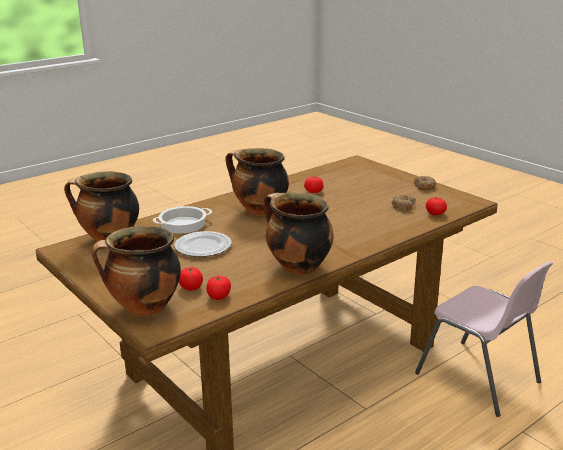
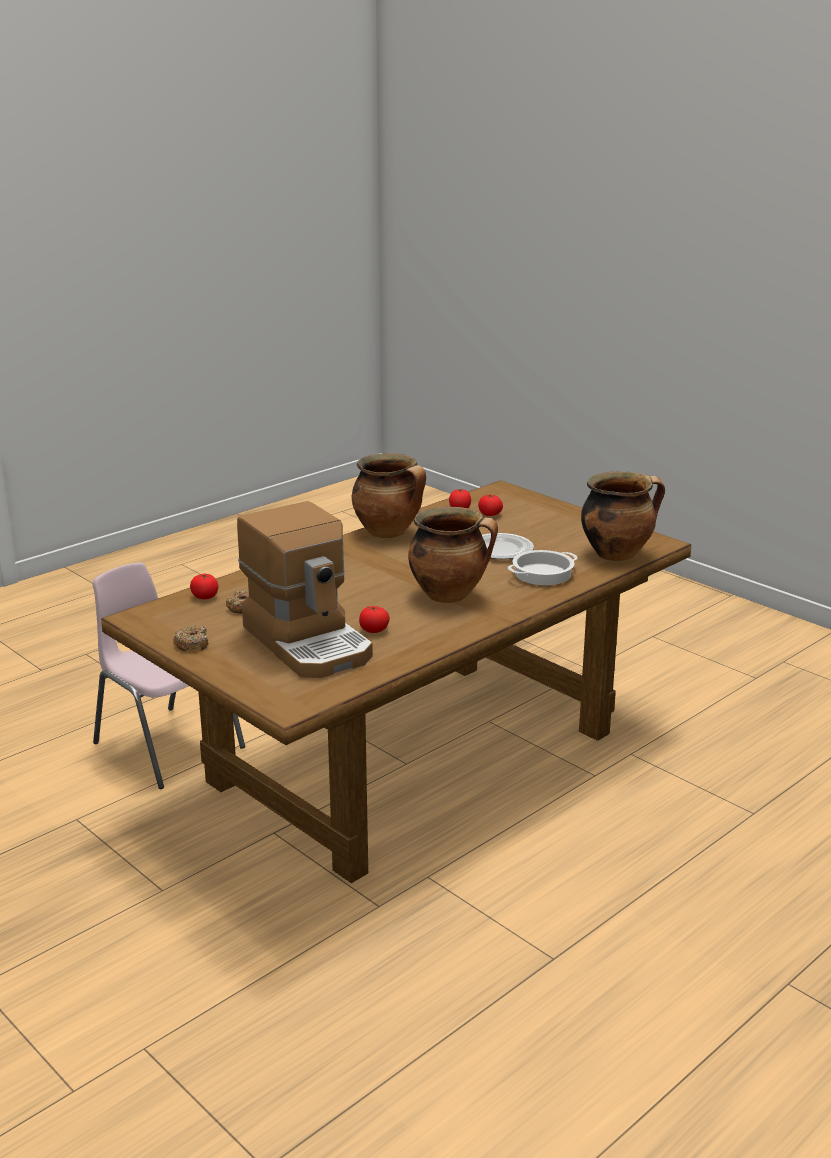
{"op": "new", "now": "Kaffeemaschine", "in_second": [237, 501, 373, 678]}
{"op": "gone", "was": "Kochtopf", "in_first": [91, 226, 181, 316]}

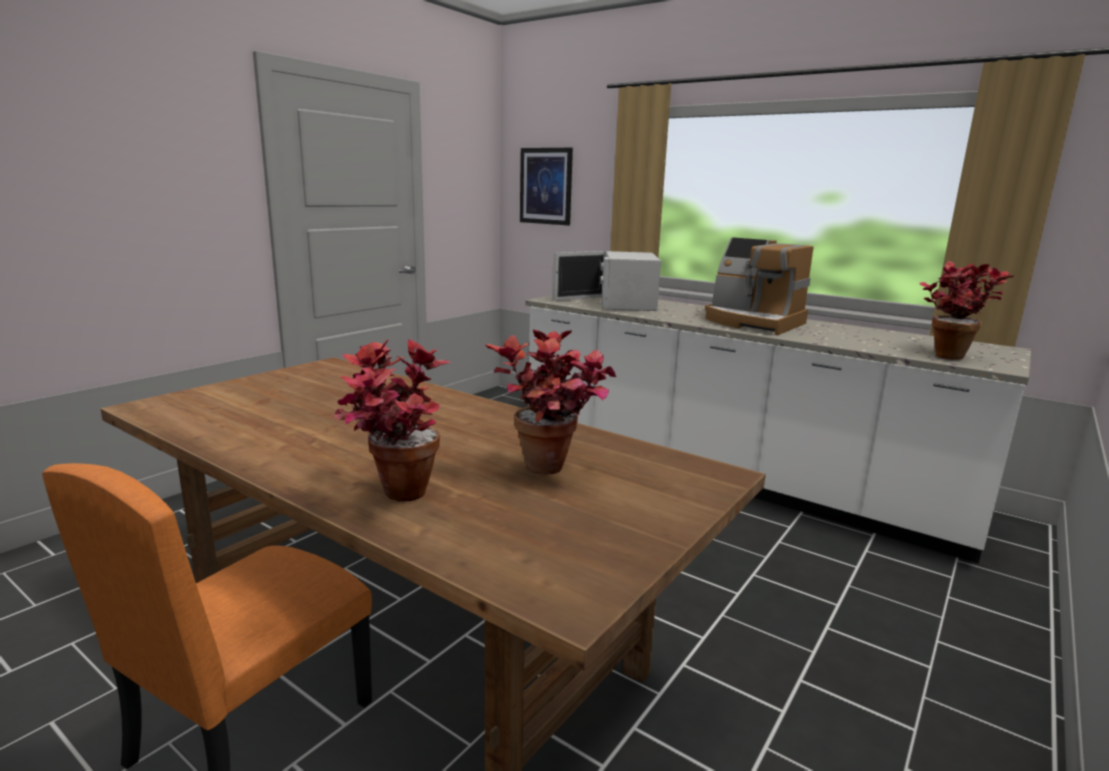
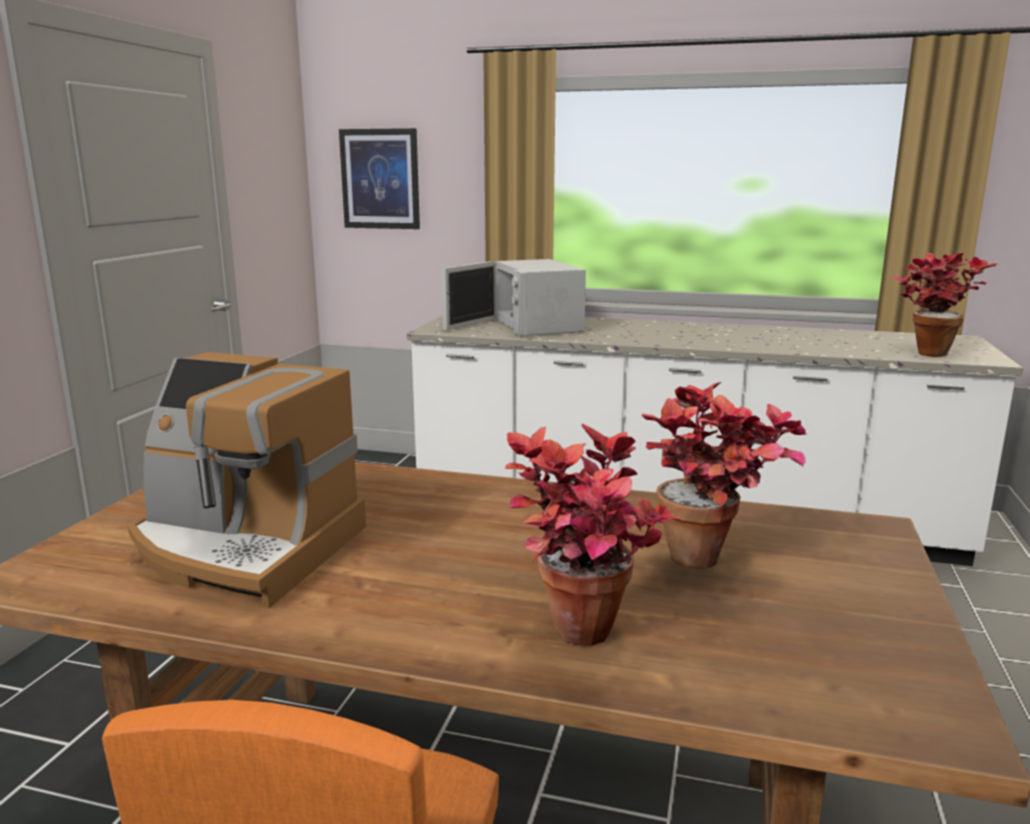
{"op": "shifted", "was": "Kaffeemaschine", "in_first": [705, 237, 814, 335], "in_second": [128, 352, 366, 608]}

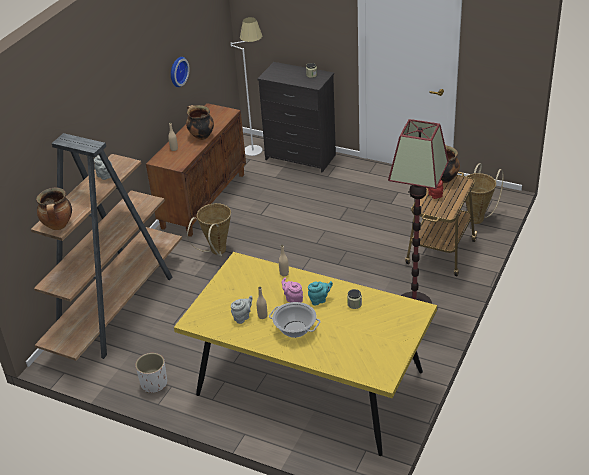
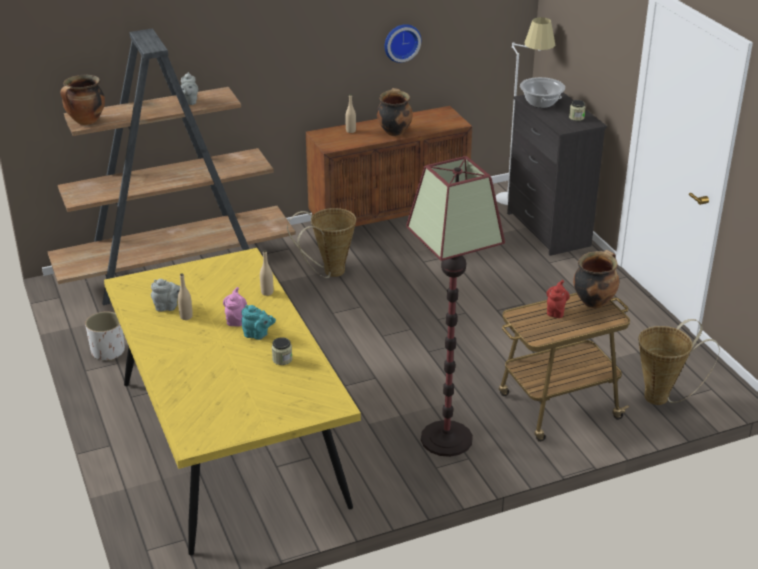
{"op": "shifted", "was": "Kochtopf", "in_first": [269, 302, 320, 338], "in_second": [520, 77, 565, 108]}

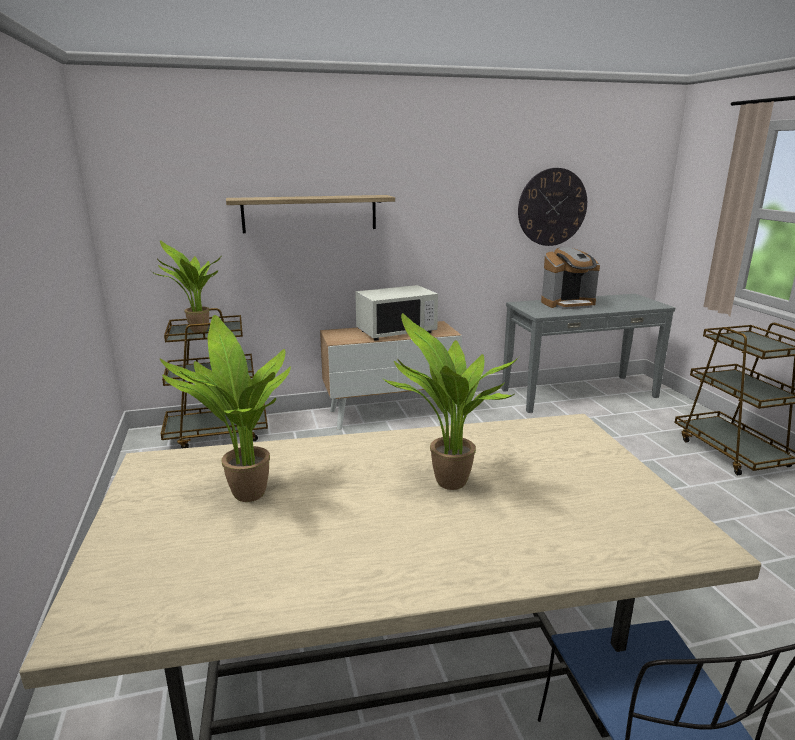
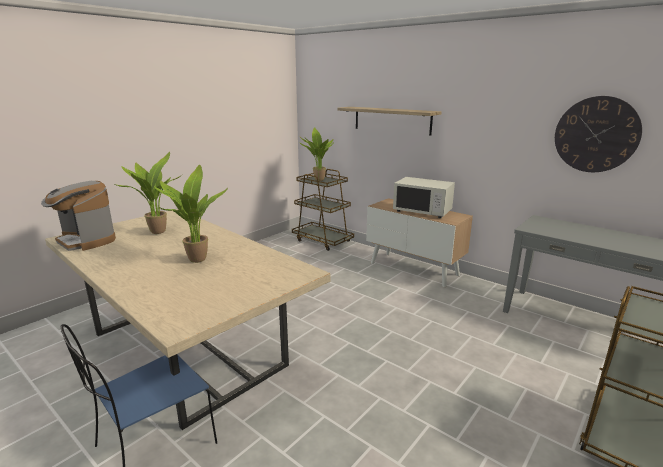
{"op": "shifted", "was": "Kaffeemaschine", "in_first": [541, 247, 600, 310], "in_second": [41, 181, 116, 251]}

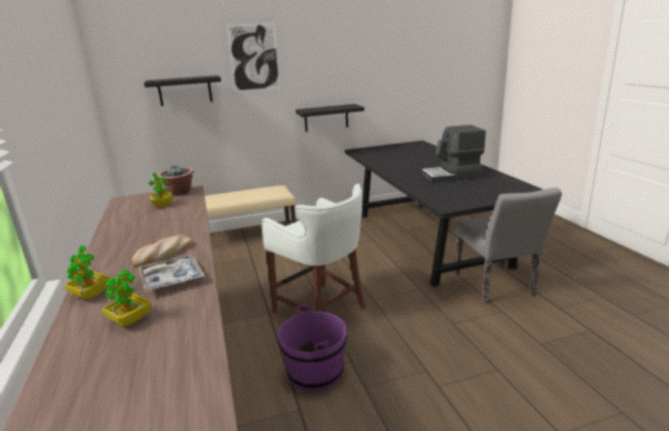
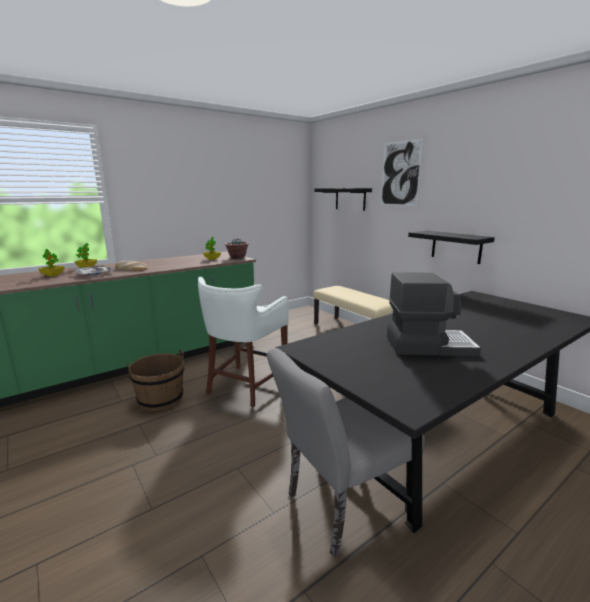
{"op": "repainted", "was": "Eimer/lila", "now": "Eimer/braun", "in_first": [278, 304, 347, 391], "in_second": [126, 350, 184, 411]}
{"op": "rotated", "was": "Kaffeemaschine", "in_first": [421, 125, 486, 183], "in_second": [387, 272, 481, 356], "clockwise": 120}

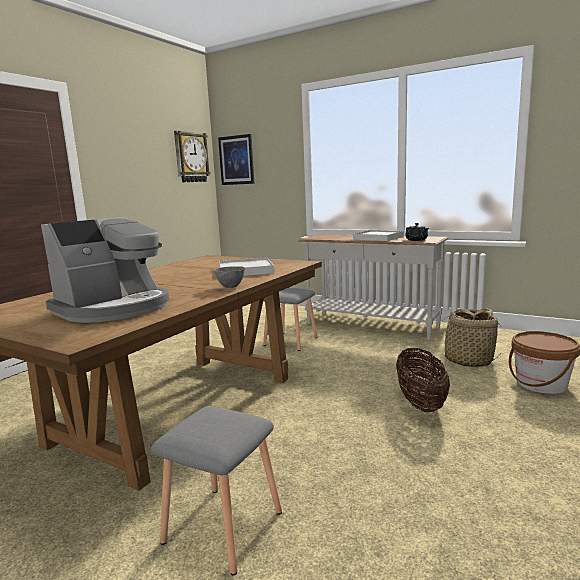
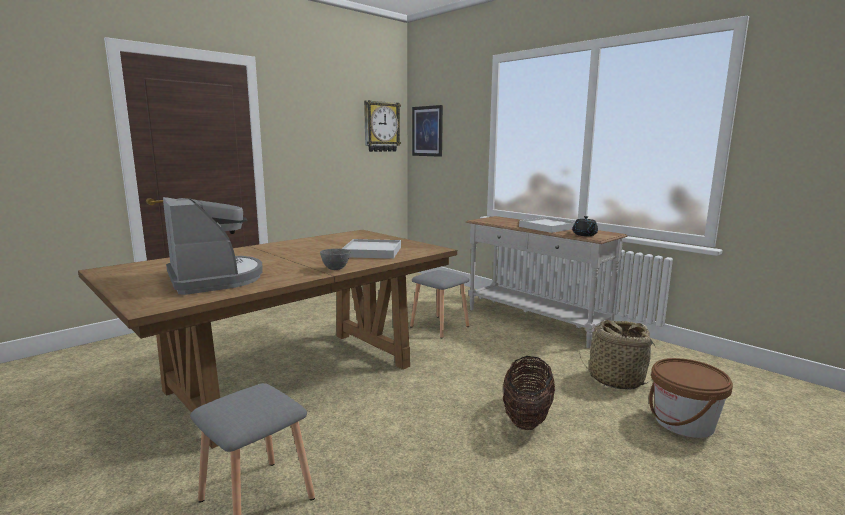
{"op": "rotated", "was": "Kaffeemaschine", "in_first": [41, 217, 169, 323], "in_second": [163, 197, 263, 295], "clockwise": -90}

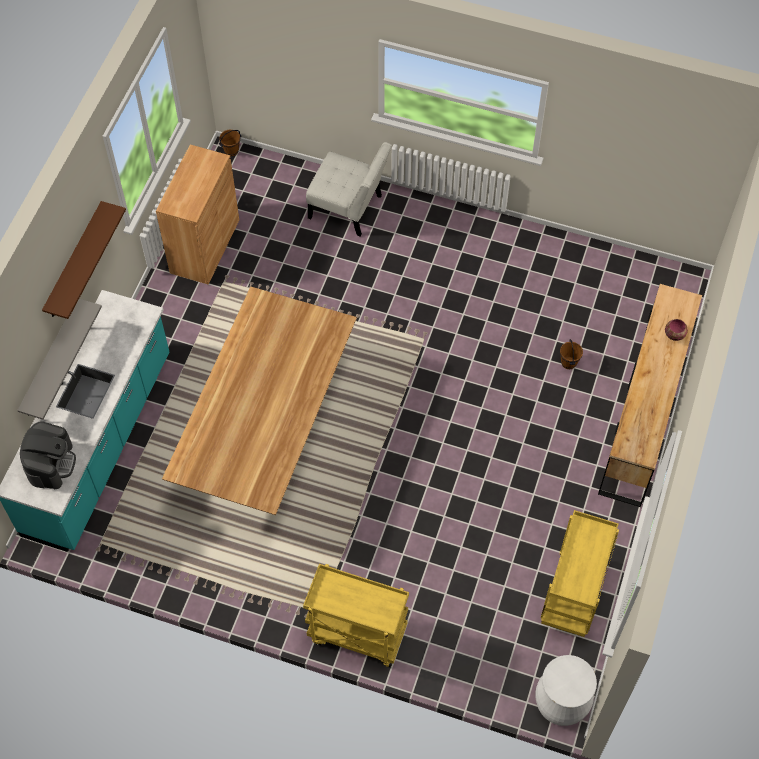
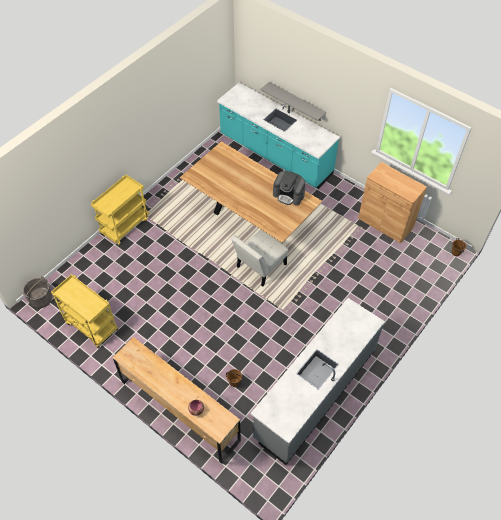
{"op": "swapped", "was": "Hocker/weiß", "now": "Eimer/grau", "in_first": [535, 655, 597, 726], "in_second": [23, 276, 52, 308]}
{"op": "shifted", "was": "Stuhl/weiß", "in_first": [306, 142, 392, 236], "in_second": [231, 230, 288, 287]}
{"op": "new", "now": "Küchenzeile/grau", "in_second": [250, 298, 385, 465]}
{"op": "shifted", "was": "Kaffeemaschine", "in_first": [20, 421, 76, 489], "in_second": [273, 171, 305, 206]}
{"op": "gone", "was": "Wandregal/braun", "in_first": [42, 201, 126, 319]}

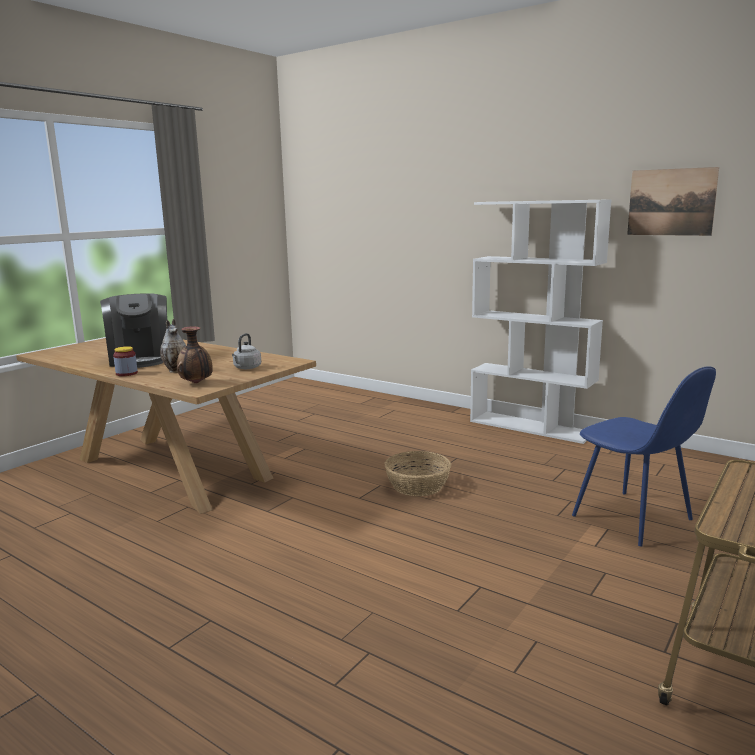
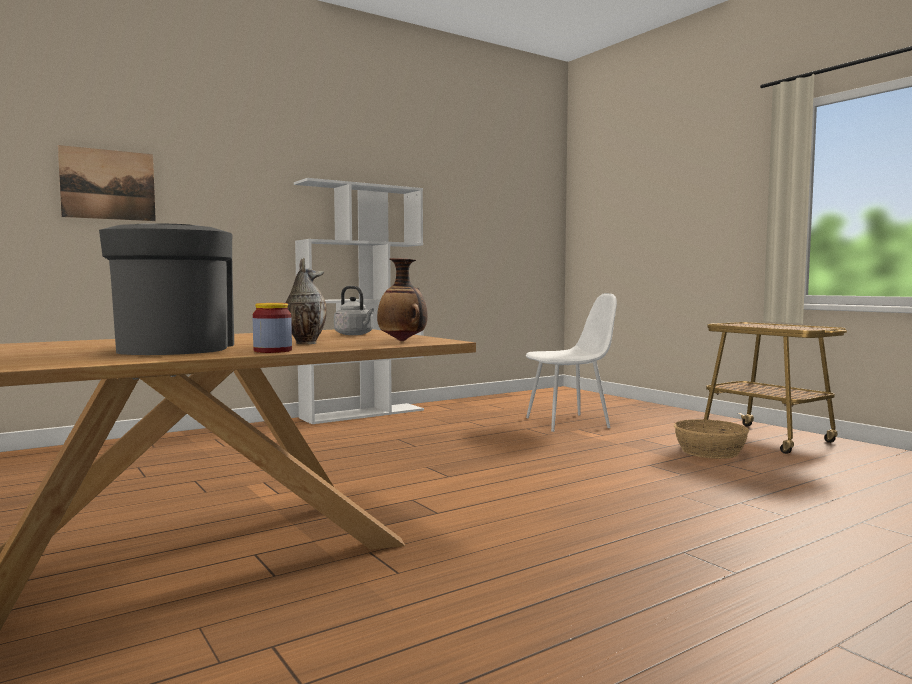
{"op": "shifted", "was": "Bild", "in_first": [627, 167, 719, 236], "in_second": [58, 145, 156, 221]}
{"op": "rotated", "was": "Kaffeemaschine", "in_first": [100, 294, 167, 368], "in_second": [99, 223, 234, 355], "clockwise": -105}
{"op": "repainted", "was": "Stuhl/blau", "now": "Stuhl/weiß", "in_first": [572, 366, 716, 546], "in_second": [526, 293, 617, 432]}
{"op": "shifted", "was": "Korb", "in_first": [384, 451, 451, 496], "in_second": [674, 419, 749, 459]}

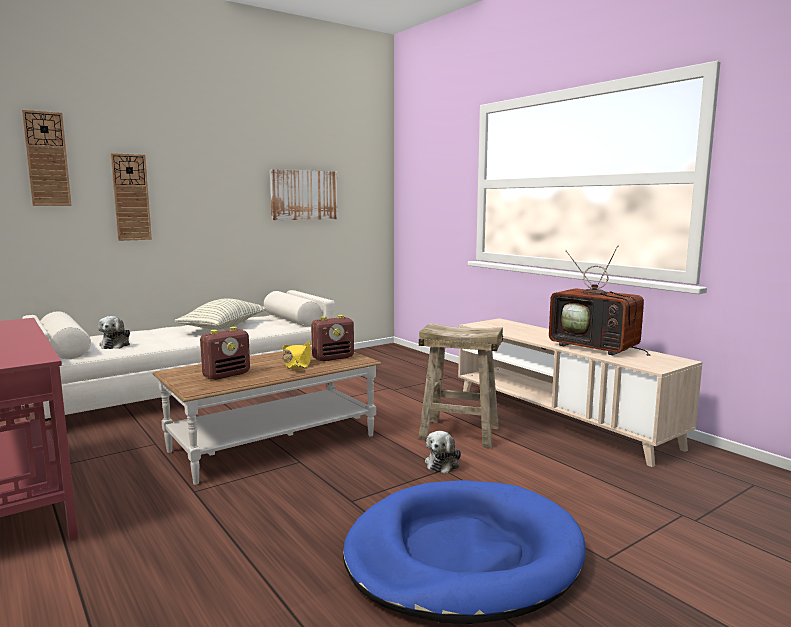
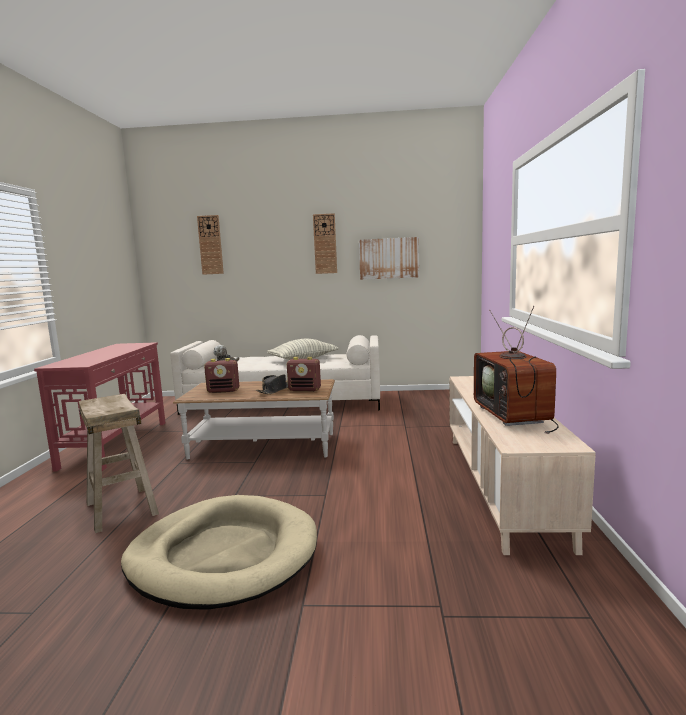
{"op": "shifted", "was": "Hocker/beige", "in_first": [418, 323, 503, 449], "in_second": [79, 394, 159, 533]}
{"op": "repainted", "was": "Hundebett/blau", "now": "Hundebett/beige", "in_first": [343, 480, 586, 624], "in_second": [121, 495, 317, 610]}
{"op": "repainted", "was": "Hut/gelb", "now": "Hut/schwarz", "in_first": [282, 341, 311, 369], "in_second": [256, 375, 288, 394]}
{"op": "shifted", "was": "Wanduhr", "in_first": [111, 153, 152, 241], "in_second": [313, 213, 337, 274]}
{"op": "gone", "was": "Plüschtier", "in_first": [425, 431, 461, 474]}

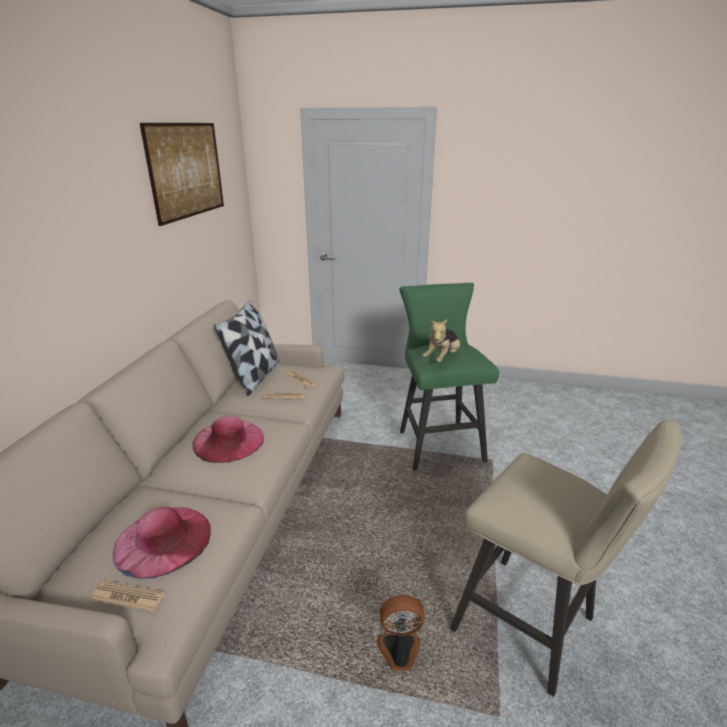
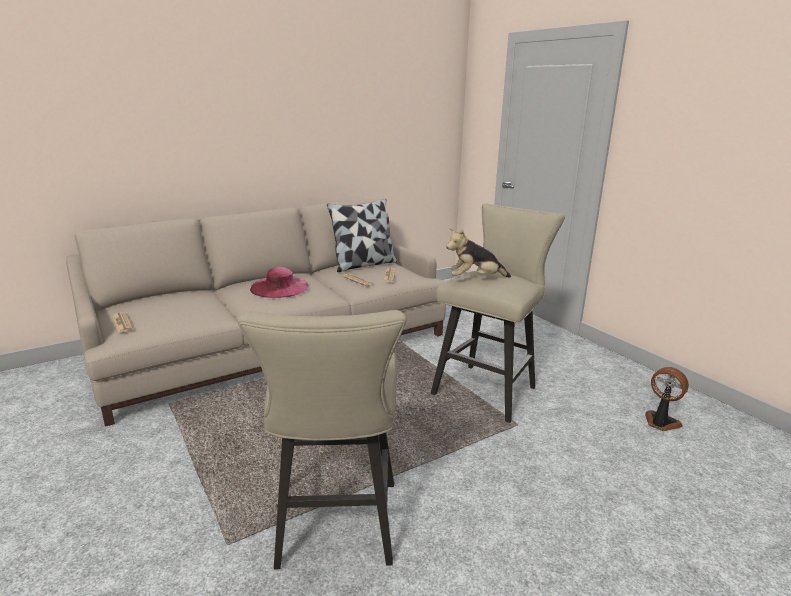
{"op": "repainted", "was": "Hocker/grün", "now": "Hocker/beige", "in_first": [399, 283, 499, 471], "in_second": [431, 203, 565, 423]}
{"op": "shifted", "was": "Ventilator", "in_first": [377, 595, 425, 671], "in_second": [645, 367, 689, 431]}
{"op": "gone", "was": "Hut/rosa", "in_first": [113, 507, 211, 579]}
{"op": "gone", "was": "Bild", "in_first": [140, 123, 224, 226]}

